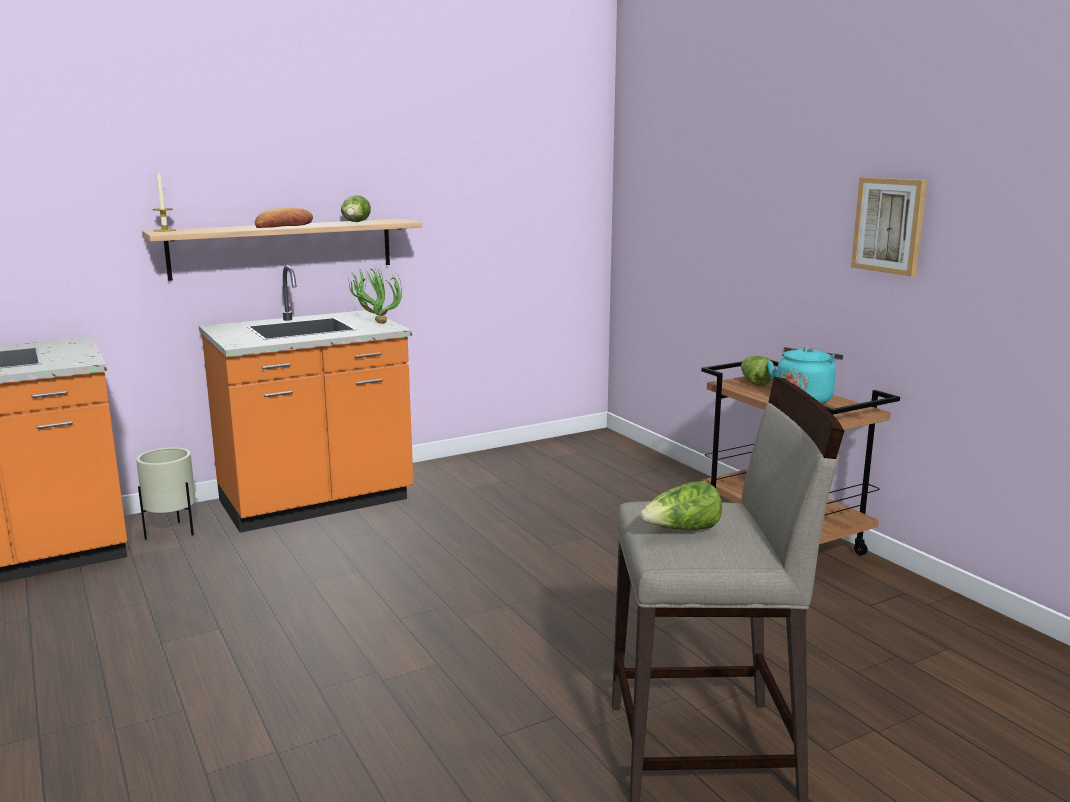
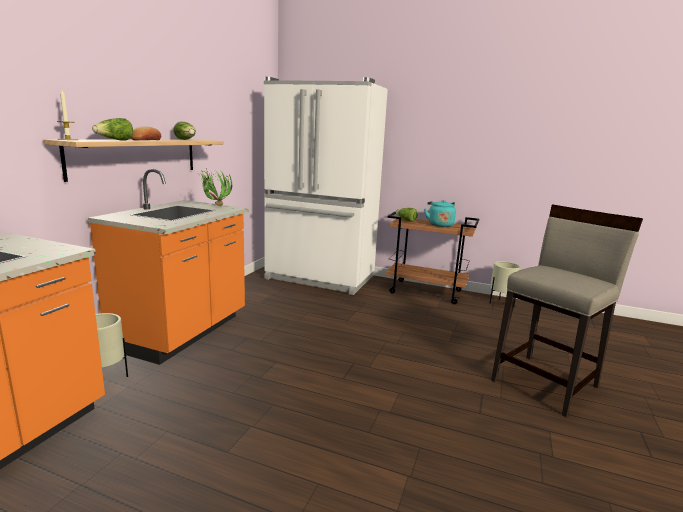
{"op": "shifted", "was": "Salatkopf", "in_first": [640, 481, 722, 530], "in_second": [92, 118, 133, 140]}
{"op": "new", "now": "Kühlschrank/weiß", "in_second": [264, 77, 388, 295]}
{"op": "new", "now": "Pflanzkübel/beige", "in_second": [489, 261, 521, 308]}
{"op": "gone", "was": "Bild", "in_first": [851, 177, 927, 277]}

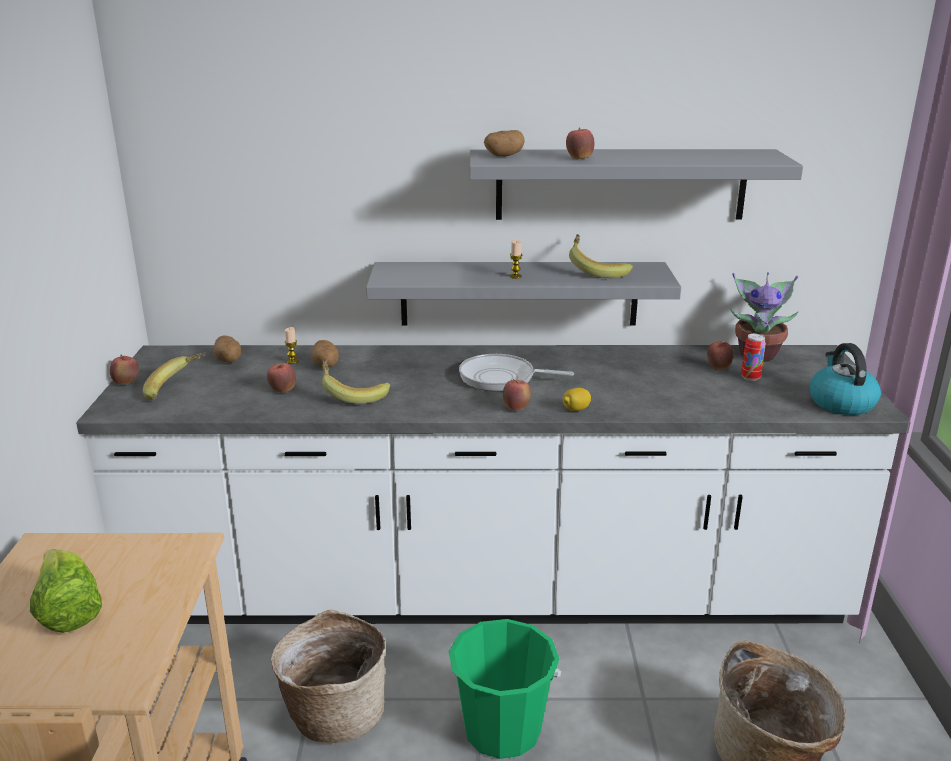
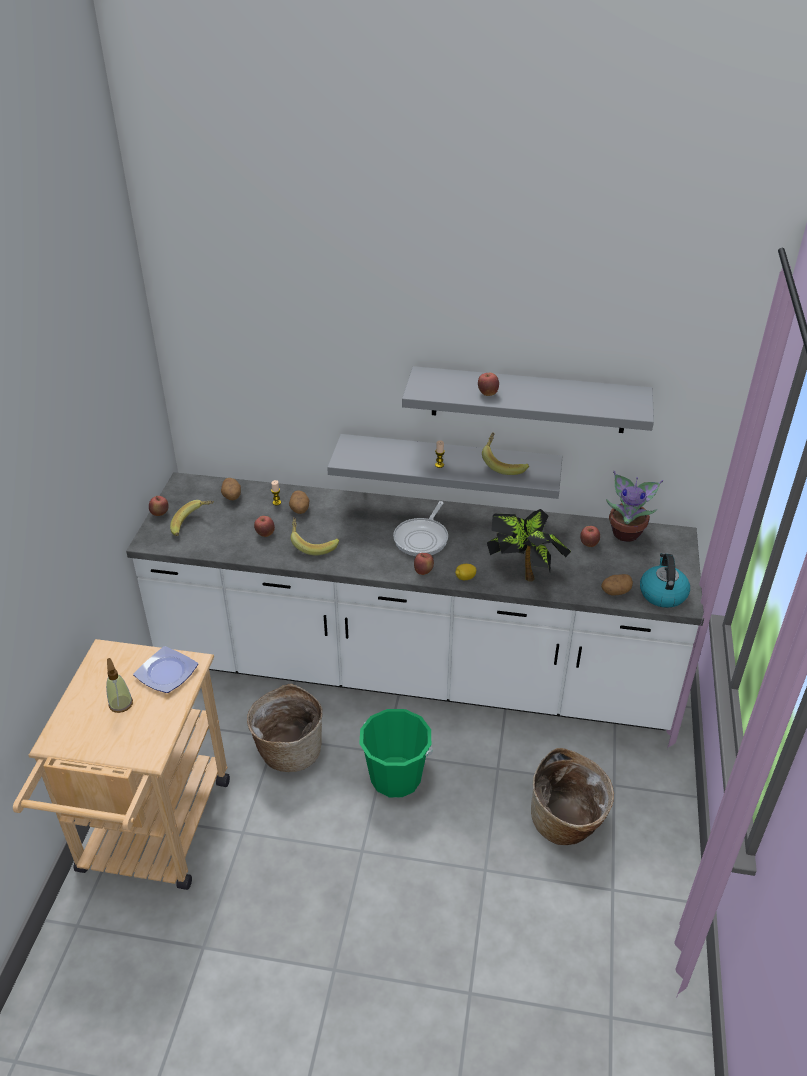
{"op": "swapped", "was": "Salatkopf", "now": "Seifenspender", "in_first": [30, 549, 102, 633], "in_second": [106, 658, 133, 713]}
{"op": "new", "now": "Teller", "in_second": [133, 646, 198, 693]}
{"op": "rotated", "was": "Pfanne", "in_first": [459, 354, 574, 391], "in_second": [393, 501, 448, 556], "clockwise": -90}
{"op": "new", "now": "Topfpflanze", "in_second": [487, 509, 571, 581]}
{"op": "shifted", "was": "Kartoffel", "in_first": [484, 130, 524, 157], "in_second": [601, 574, 633, 595]}
{"op": "gone", "was": "Dose", "in_first": [741, 334, 766, 381]}

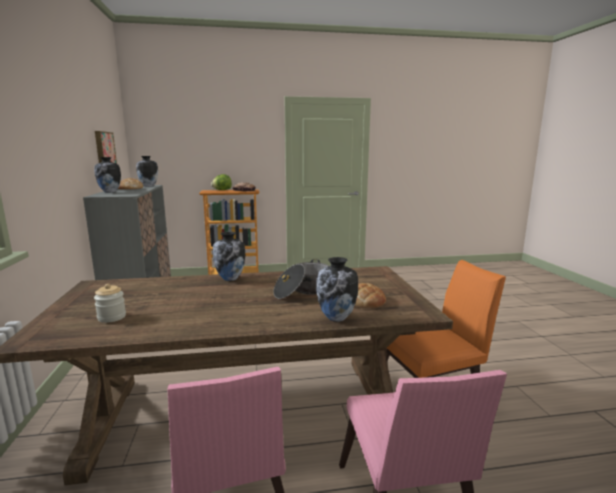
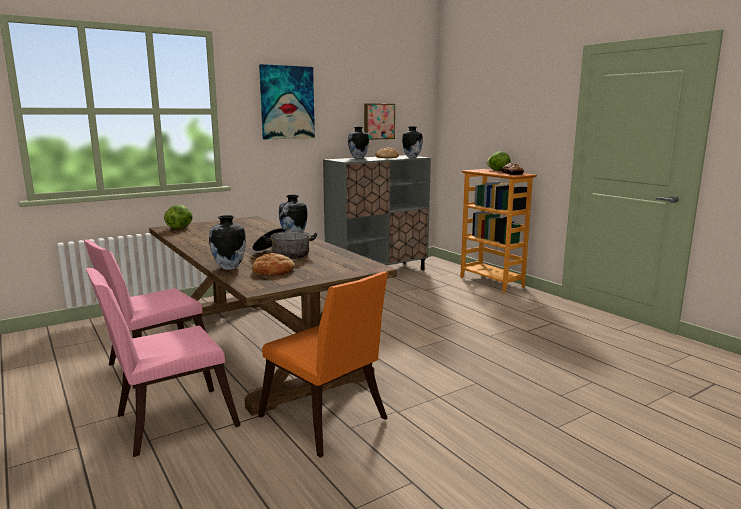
{"op": "new", "now": "Salatkopf", "in_second": [164, 205, 193, 229]}
{"op": "new", "now": "Bild", "in_second": [259, 64, 315, 139]}
{"op": "gone", "was": "Vorratsglas", "in_first": [94, 284, 126, 323]}

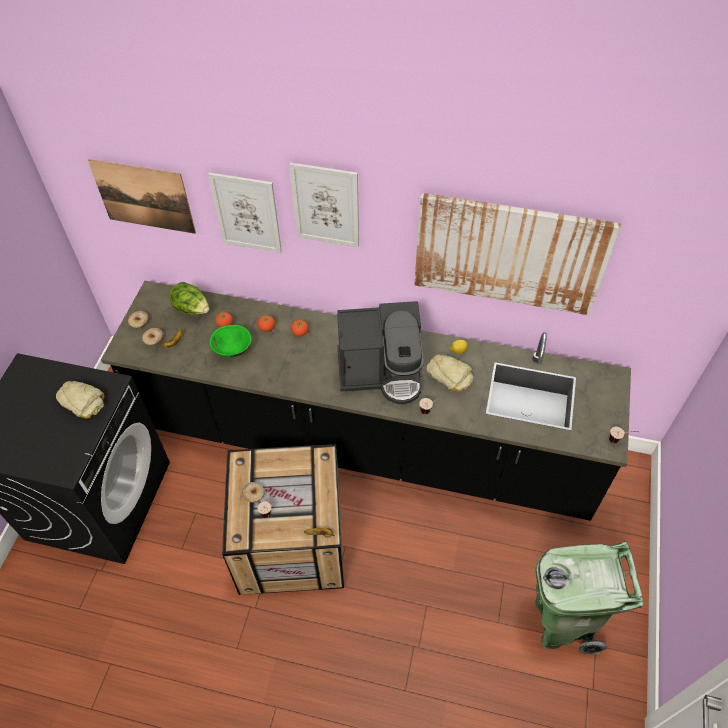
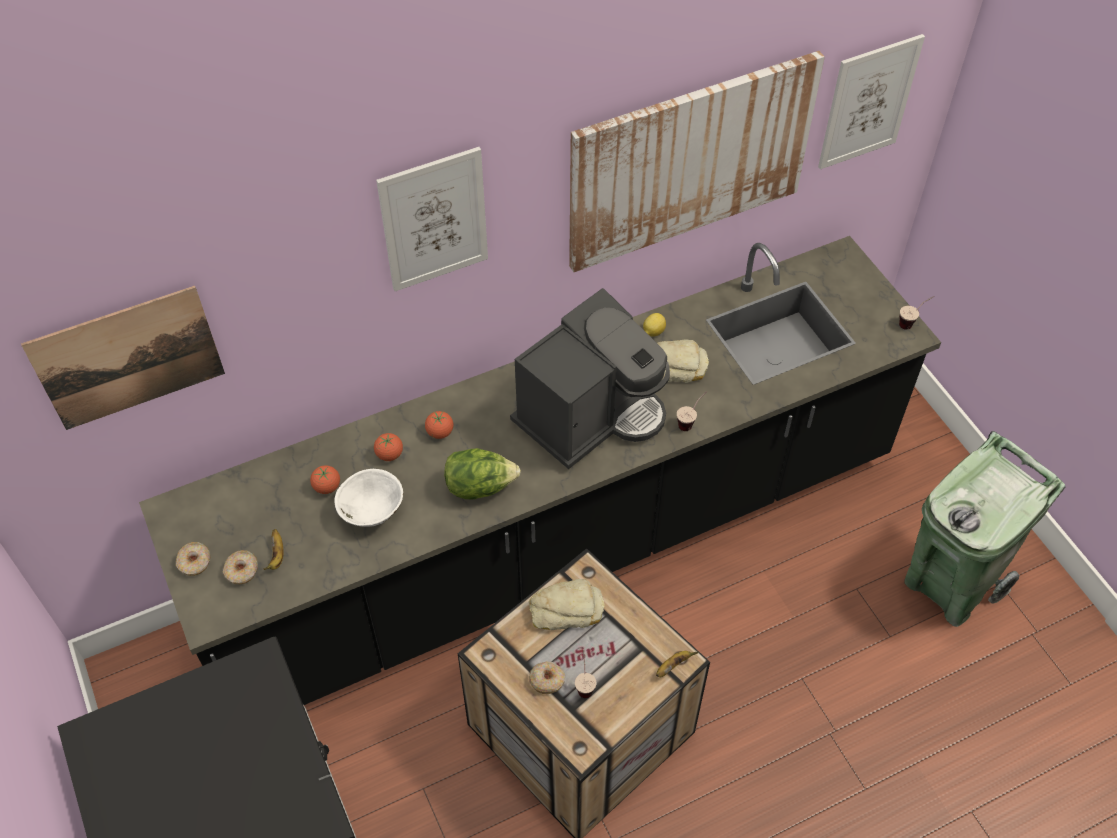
{"op": "repainted", "was": "Schüssel/grün", "now": "Schüssel/weiß", "in_first": [210, 325, 252, 358], "in_second": [334, 469, 403, 527]}
{"op": "shifted", "was": "Salatkopf", "in_first": [170, 282, 209, 315], "in_second": [444, 448, 521, 499]}
{"op": "shifted", "was": "Brot", "in_first": [56, 381, 105, 419], "in_second": [528, 579, 604, 630]}
{"op": "shifted", "was": "Bild", "in_first": [208, 172, 282, 253], "in_second": [818, 34, 925, 169]}

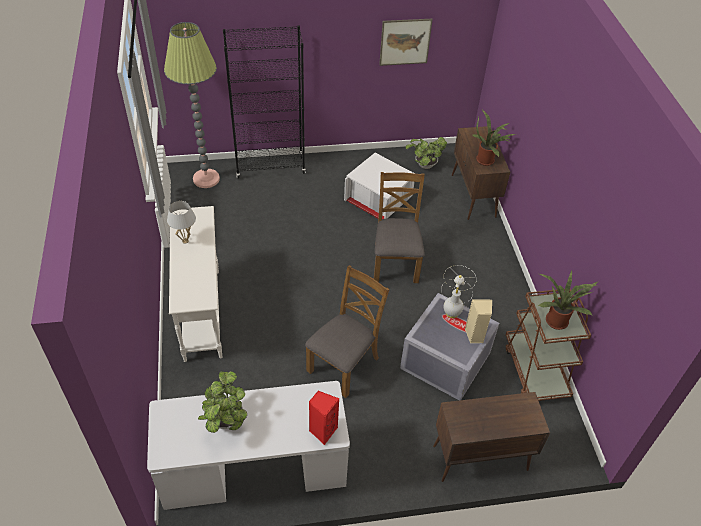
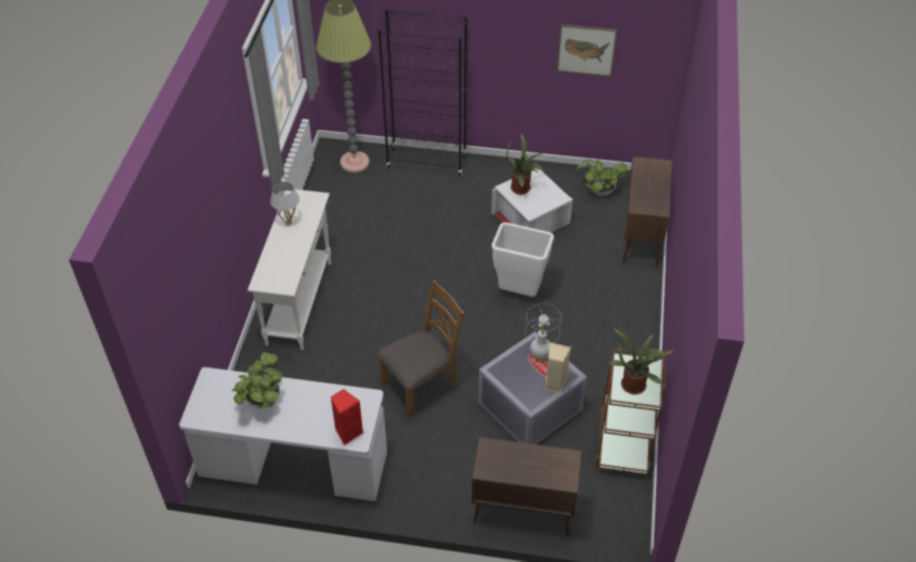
{"op": "swapped", "was": "Stuhl/braun", "now": "Mülleimer/weiß", "in_first": [374, 172, 425, 283], "in_second": [492, 222, 554, 297]}
{"op": "shifted", "was": "Topfpflanze", "in_first": [472, 110, 516, 166], "in_second": [507, 133, 544, 195]}

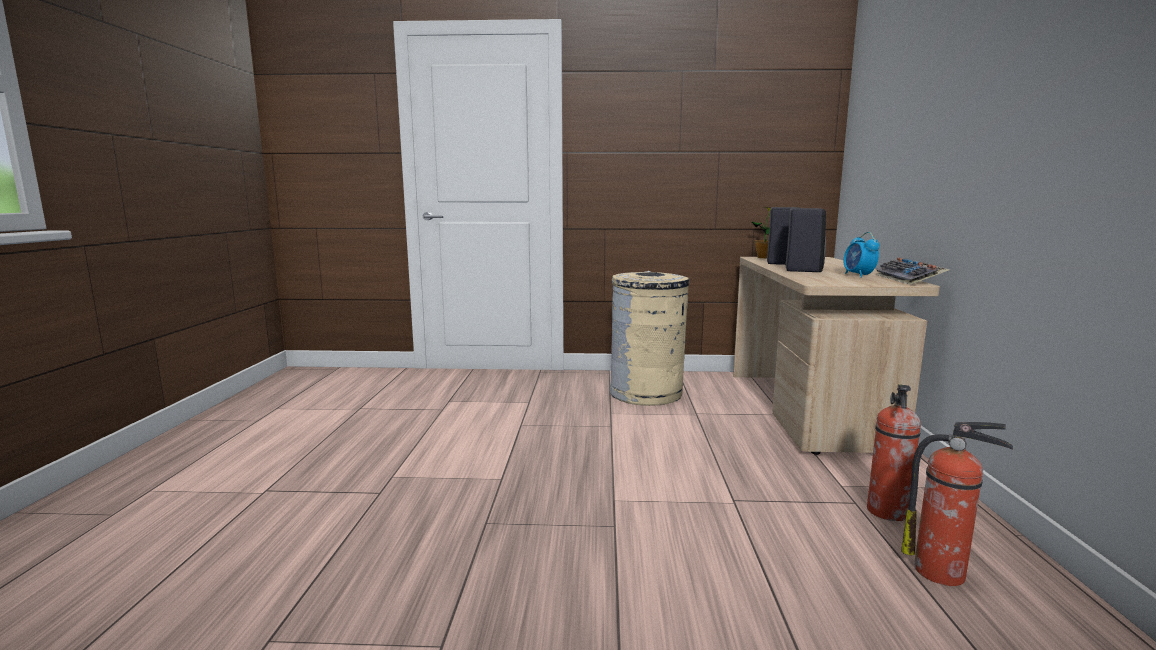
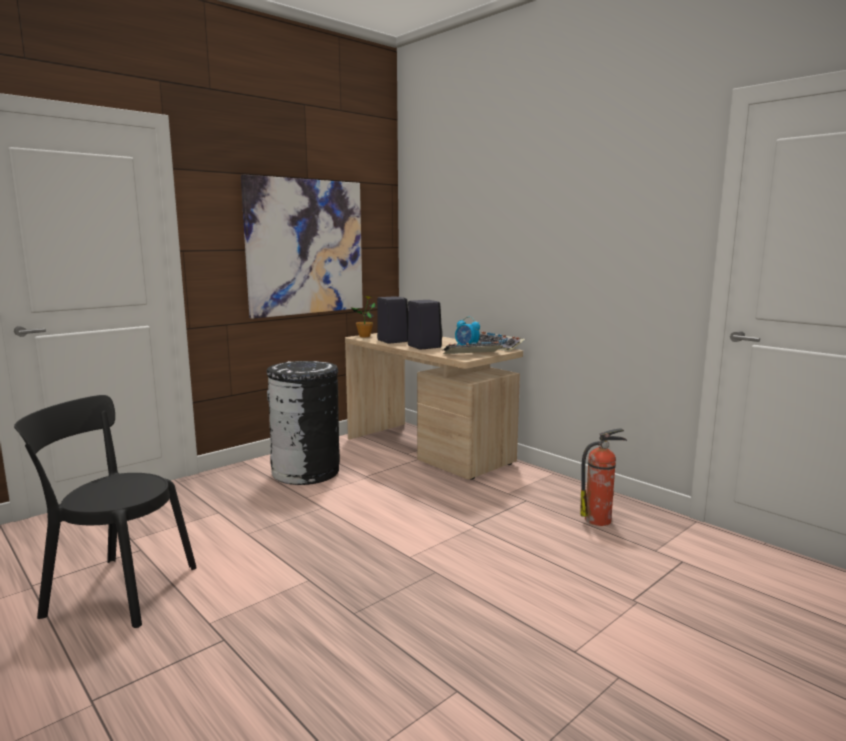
{"op": "new", "now": "Stuhl/schwarz", "in_second": [14, 395, 197, 628]}
{"op": "new", "now": "Bild", "in_second": [241, 174, 363, 319]}
{"op": "repainted", "was": "Mülleimer/beige", "now": "Mülleimer/schwarz", "in_first": [609, 271, 689, 406], "in_second": [267, 361, 340, 485]}
{"op": "new", "now": "Tastatur", "in_second": [443, 341, 504, 354]}
{"op": "gone", "was": "Feuerlöscher", "in_first": [867, 384, 921, 521]}

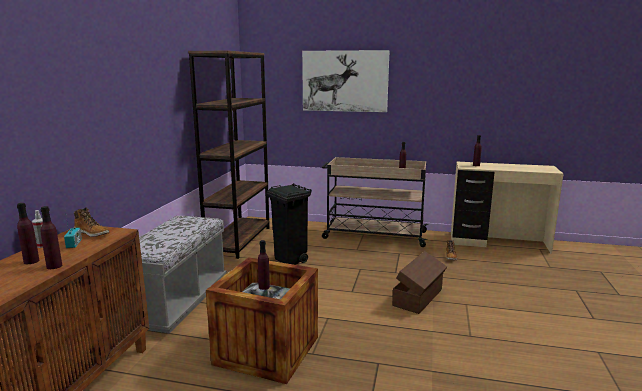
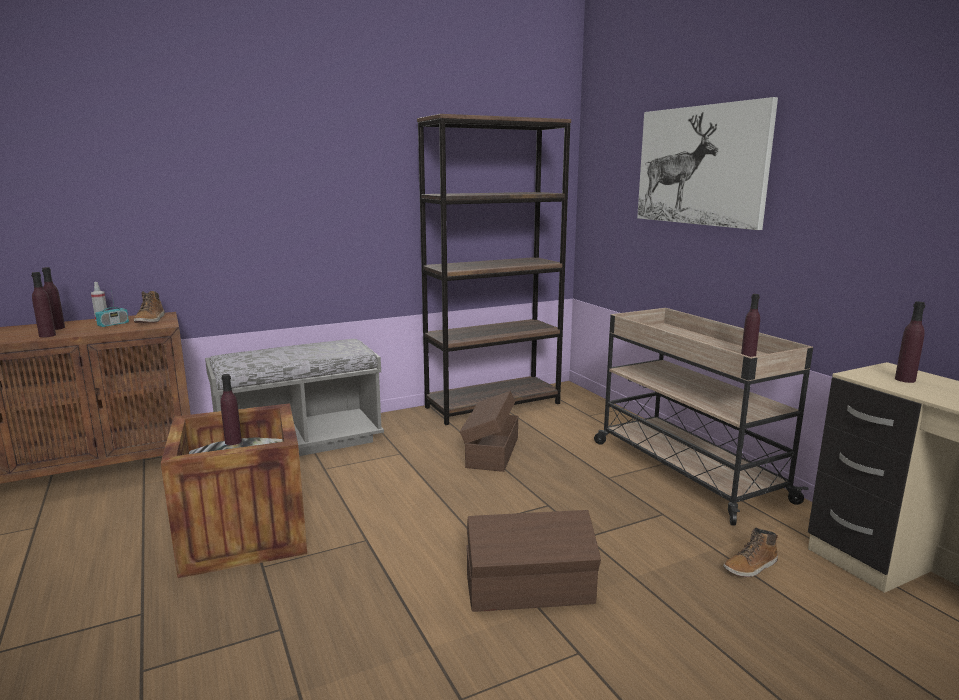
{"op": "swapped", "was": "Mülleimer/schwarz", "now": "Aufbewahrungsbox/braun", "in_first": [265, 183, 312, 265], "in_second": [460, 391, 518, 472]}

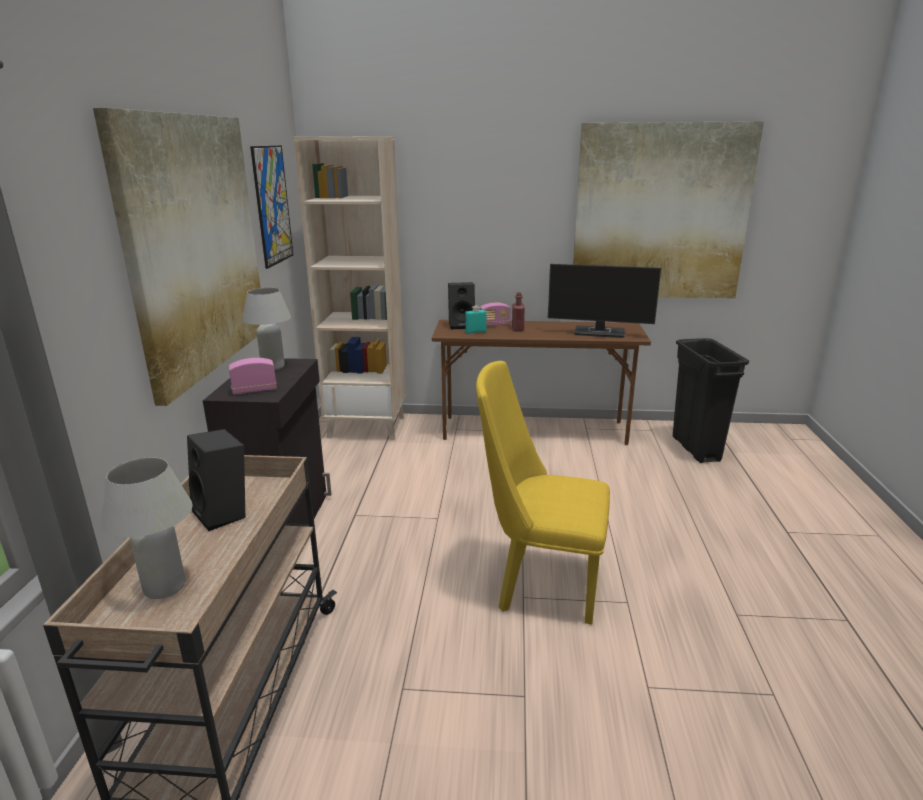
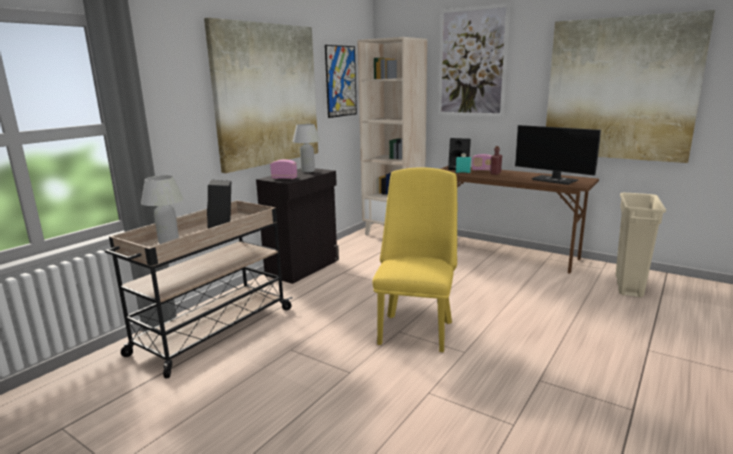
{"op": "rotated", "was": "Stuhl/gelb", "in_first": [476, 361, 610, 625], "in_second": [372, 167, 457, 352], "clockwise": 60}
{"op": "new", "now": "Bild", "in_second": [438, 3, 510, 117]}
{"op": "repainted", "was": "Mülleimer/schwarz", "now": "Mülleimer/beige", "in_first": [673, 338, 749, 463], "in_second": [616, 193, 666, 297]}

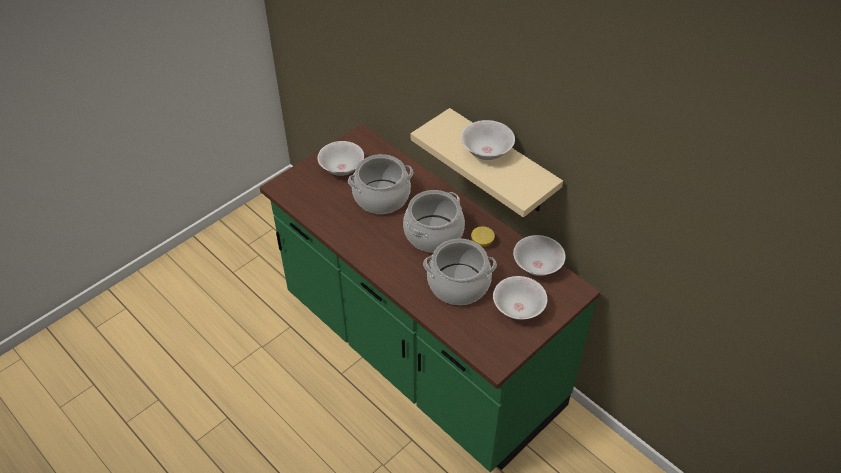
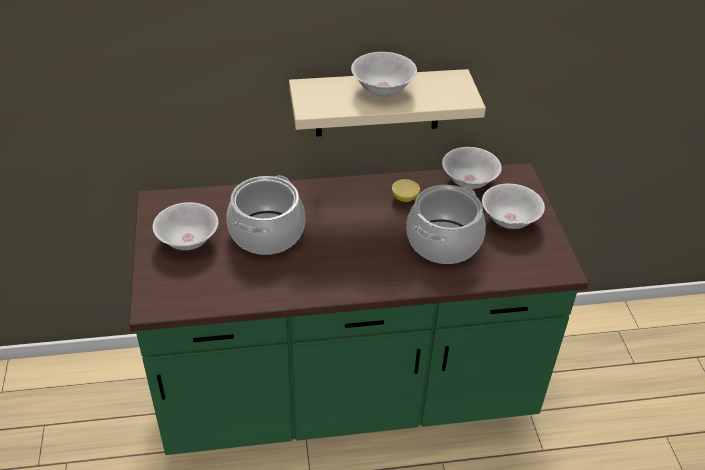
{"op": "gone", "was": "Kochtopf", "in_first": [403, 190, 465, 253]}

